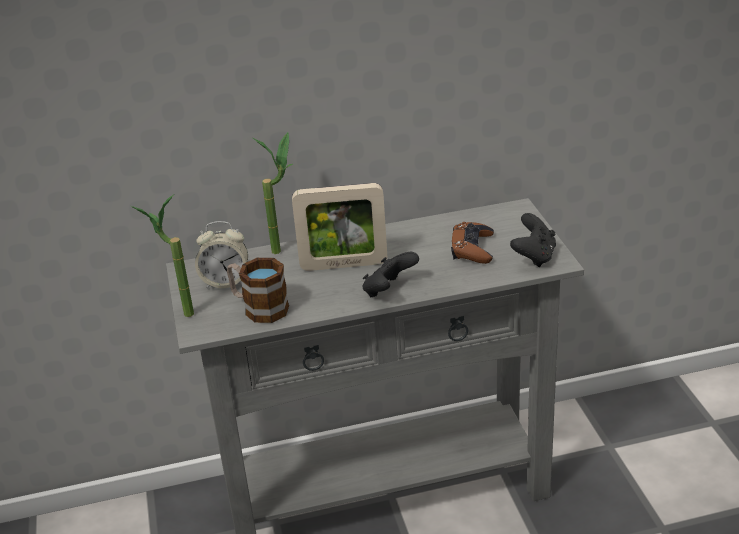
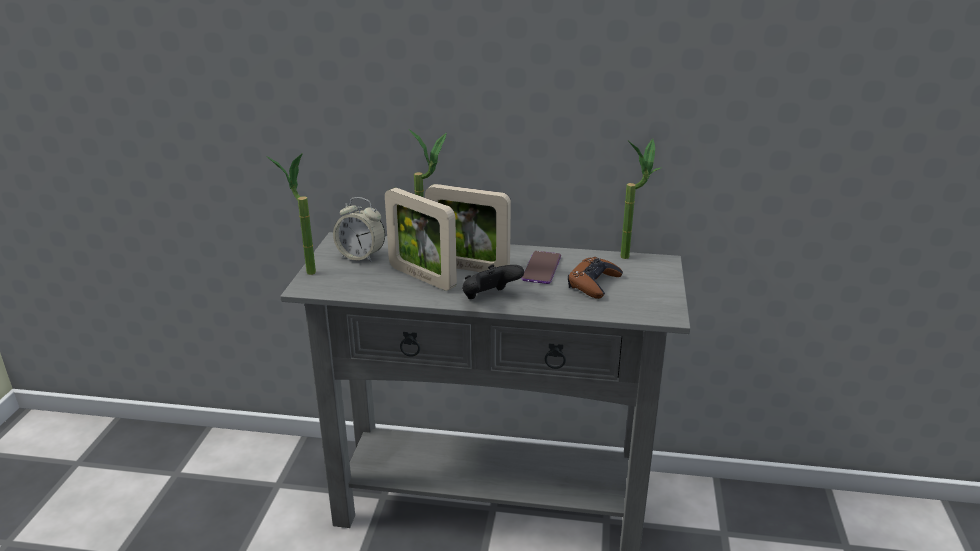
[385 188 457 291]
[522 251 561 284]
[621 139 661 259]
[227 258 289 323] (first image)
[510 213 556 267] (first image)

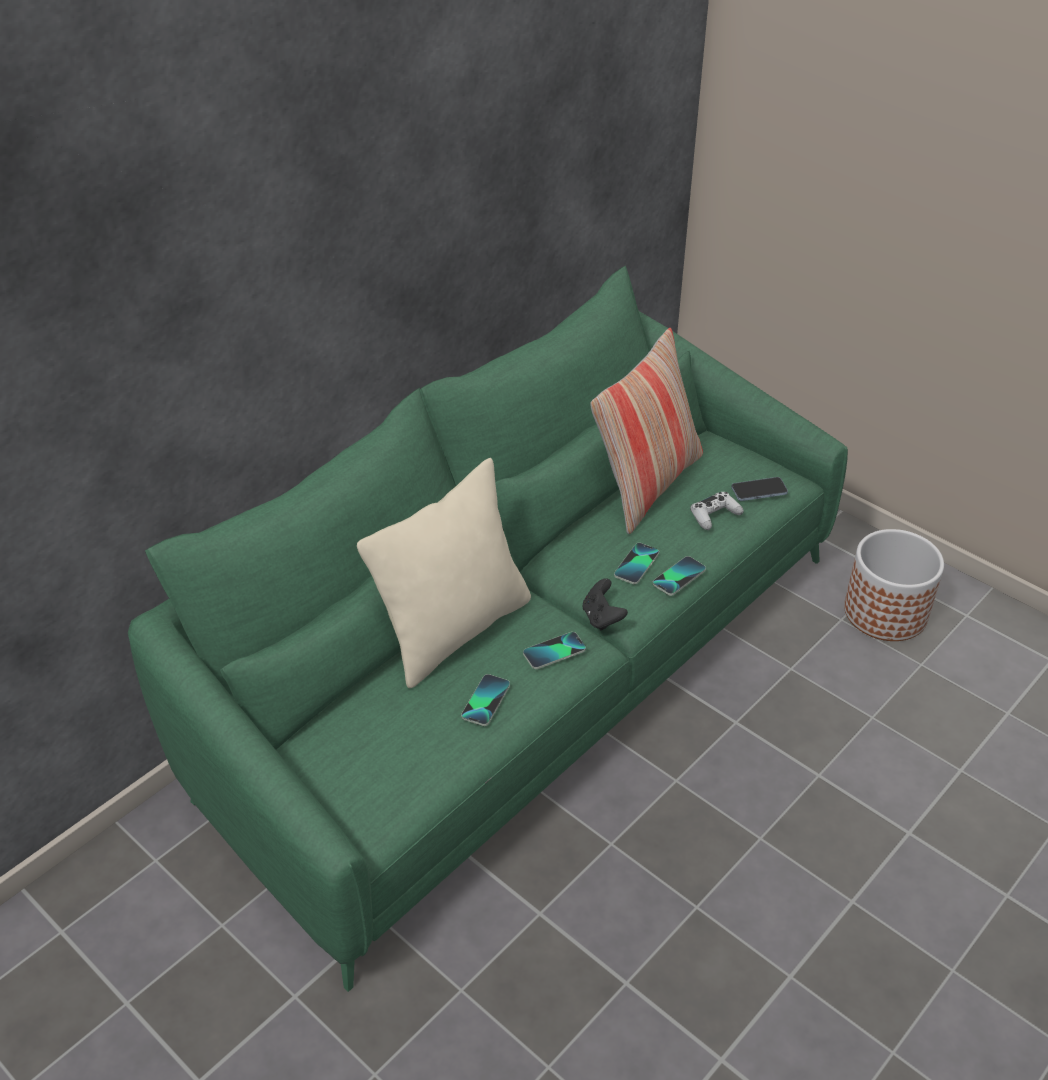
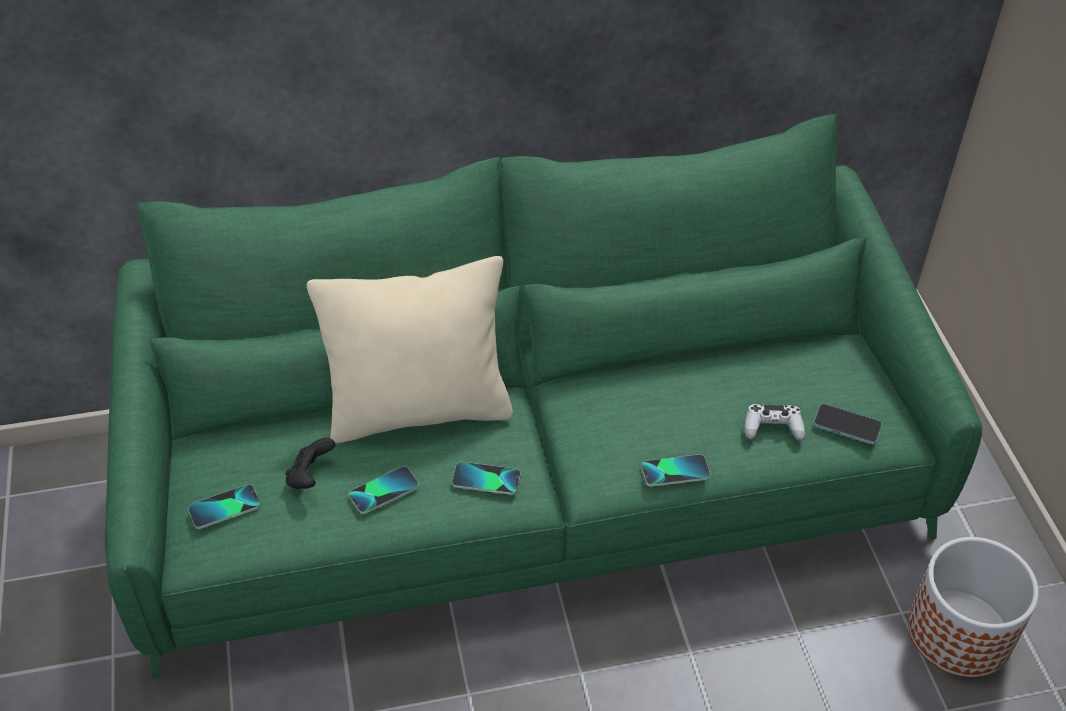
[188 484 260 529]
[285 438 335 489]
[590 328 703 534] (first image)

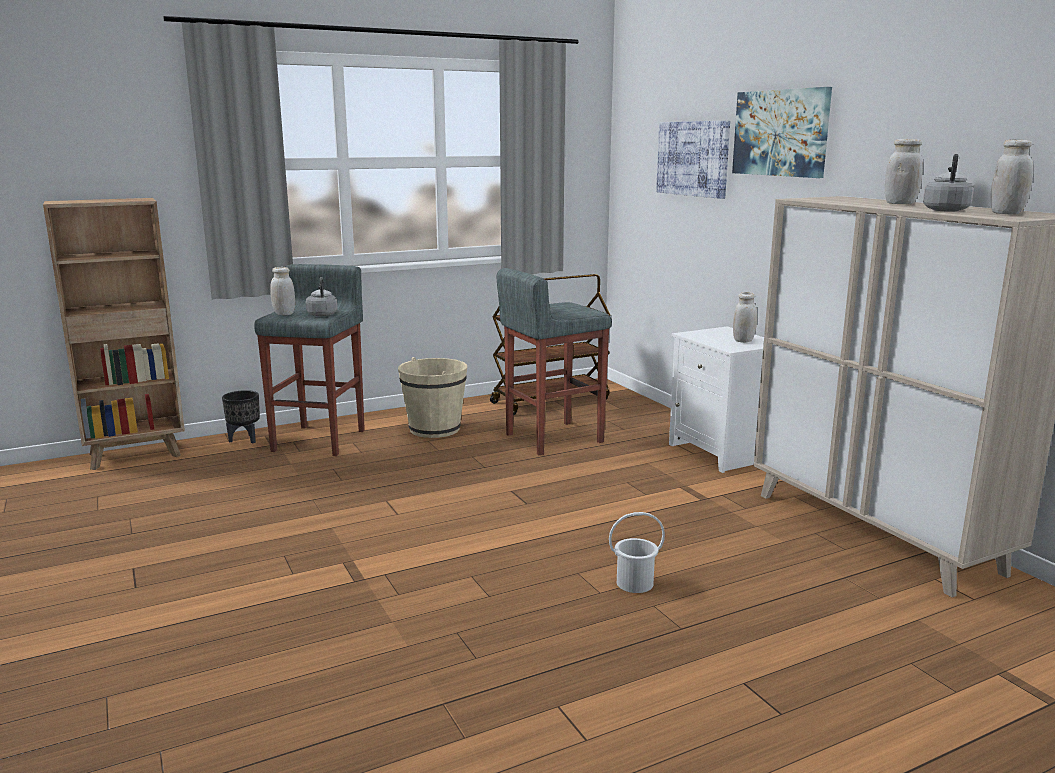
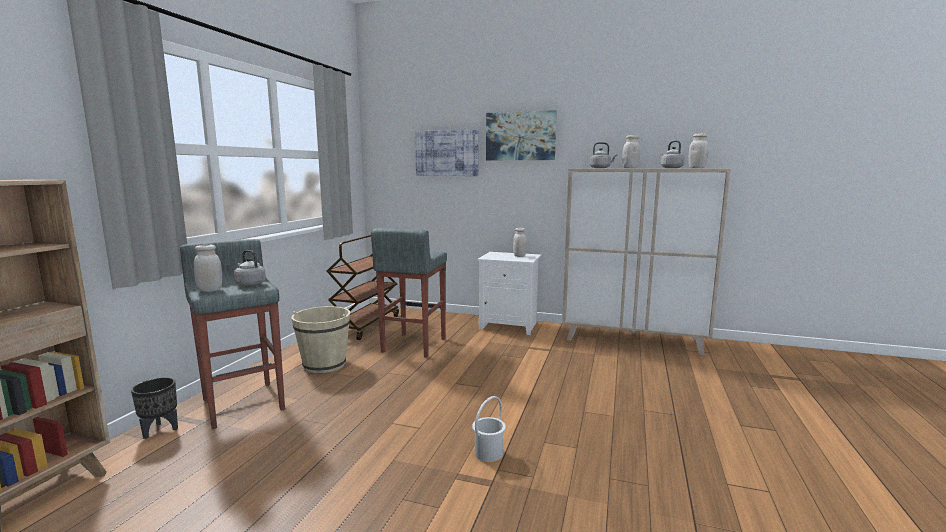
[472 396 506 462]
[590 142 618 168]

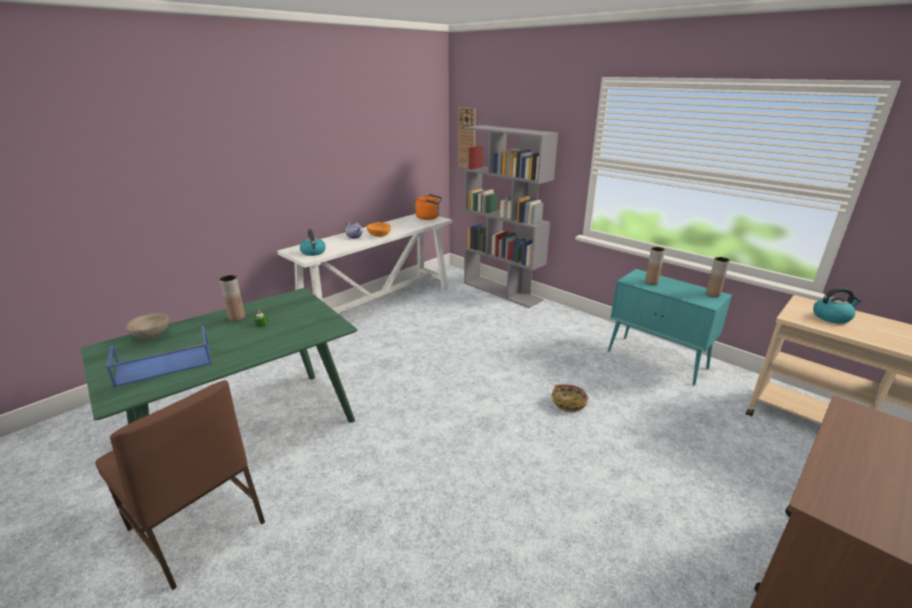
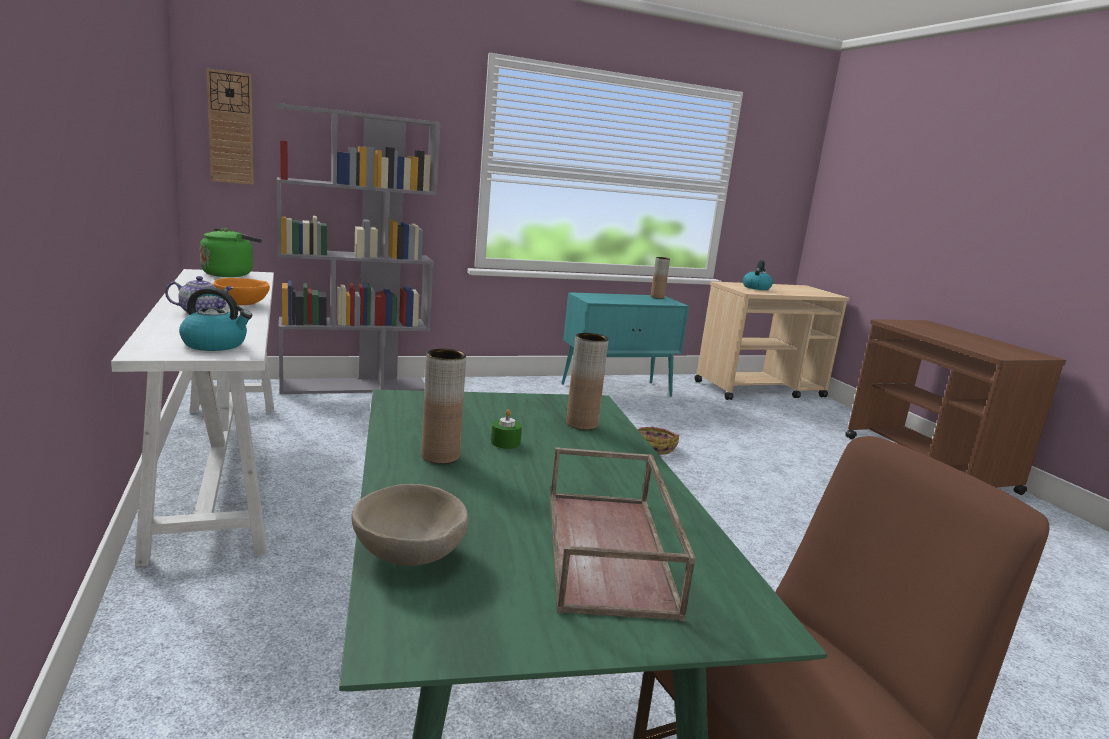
[200 228 262 277]
[550 447 696 621]
[566 333 609 430]

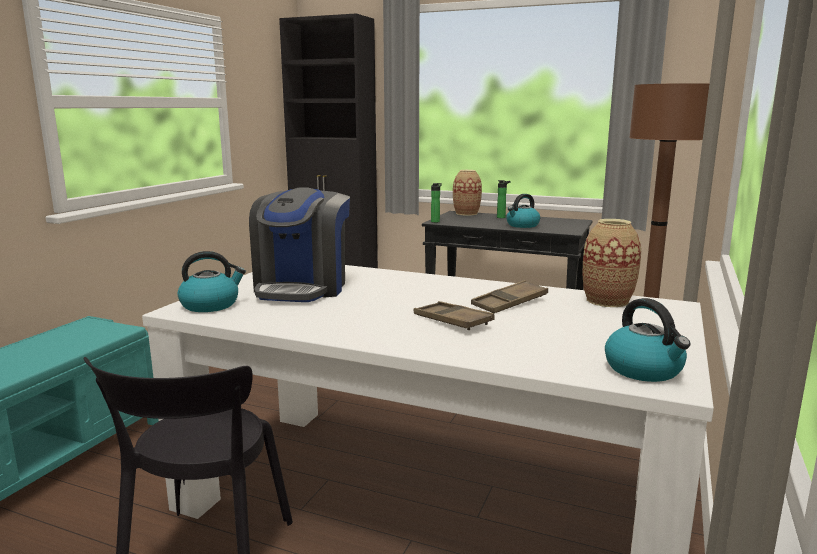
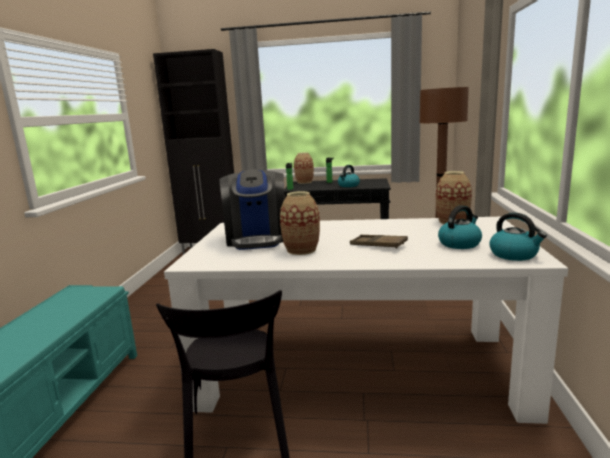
[280 191 320 255]
[438 205 482 249]
[471 280 548 313] (first image)

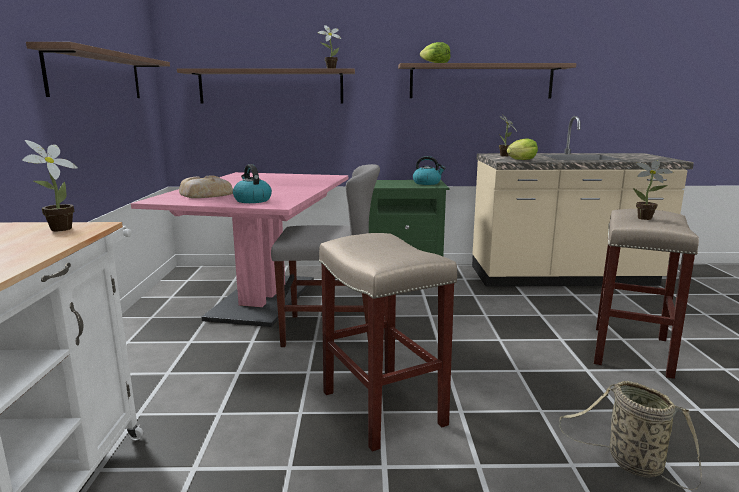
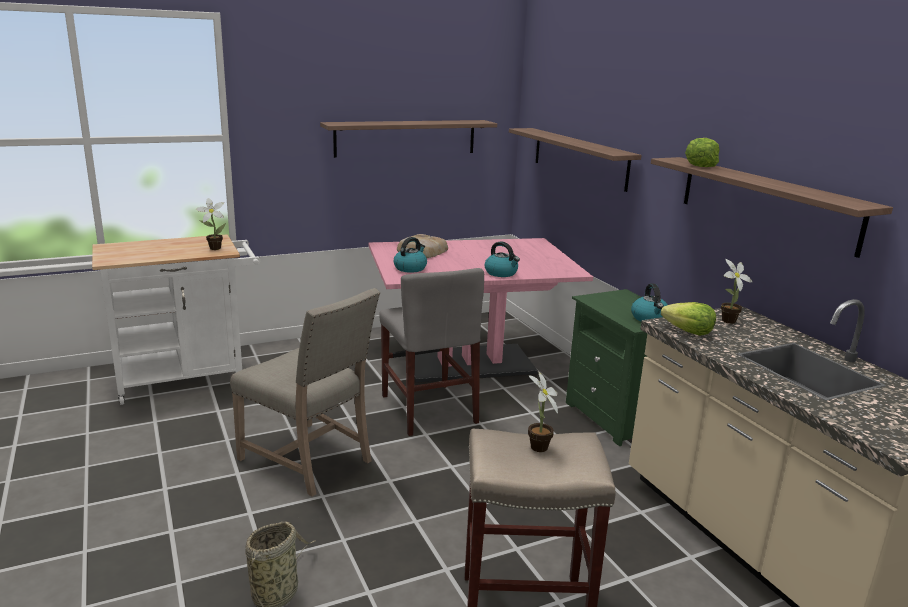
[230 288 380 497]
[485 241 520 277]
[317 25 342 69] (first image)

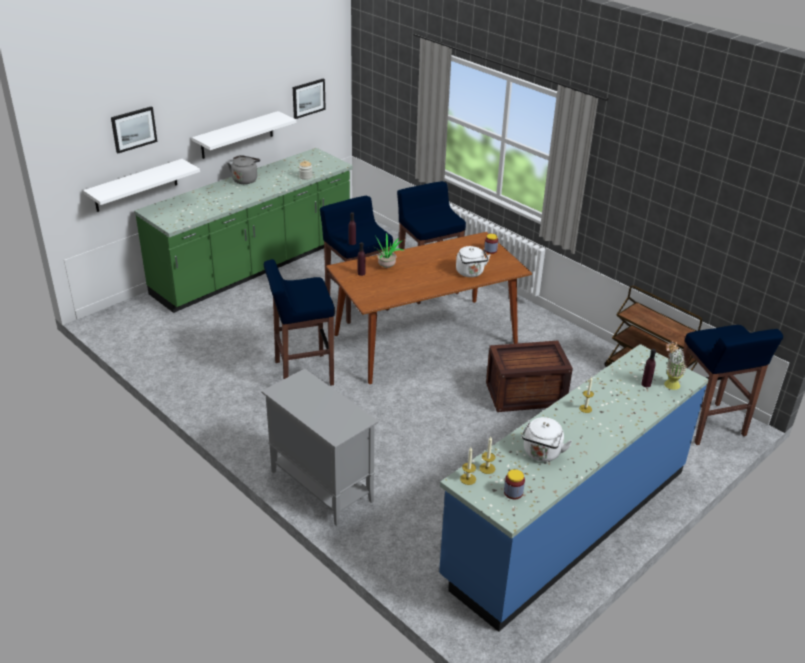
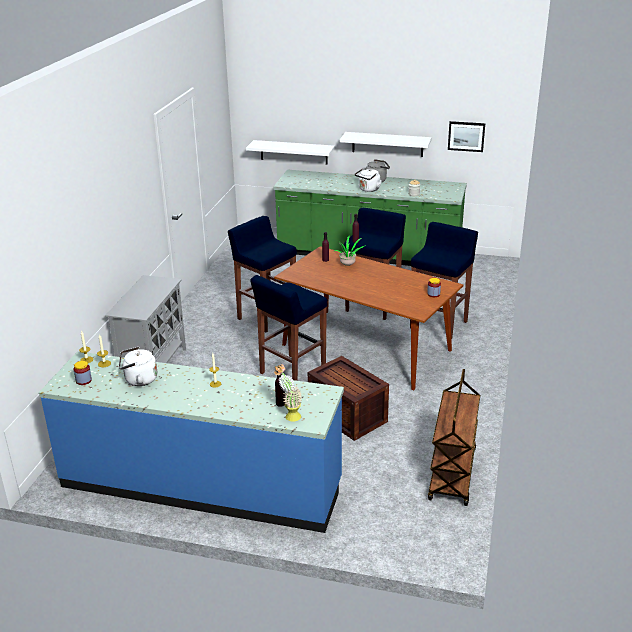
[250 275 328 381]
[355 168 382 192]
[111 107 157 153] (first image)

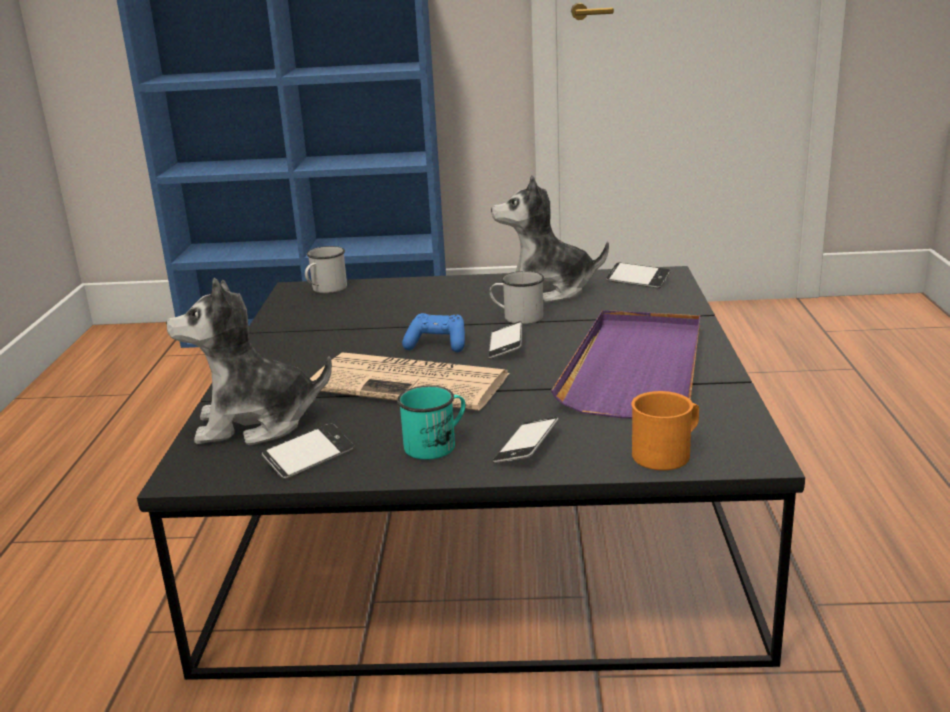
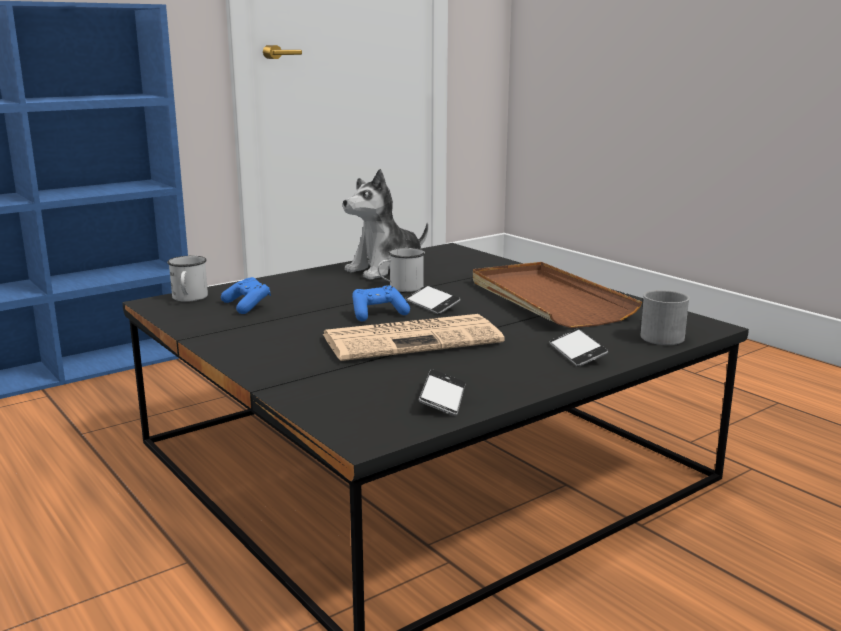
[221 277 271 314]
[473 262 642 328]
[641 290 690 345]
[166 278 332 445] (first image)
[397 385 465 460] (first image)
[606 262 670 288] (first image)

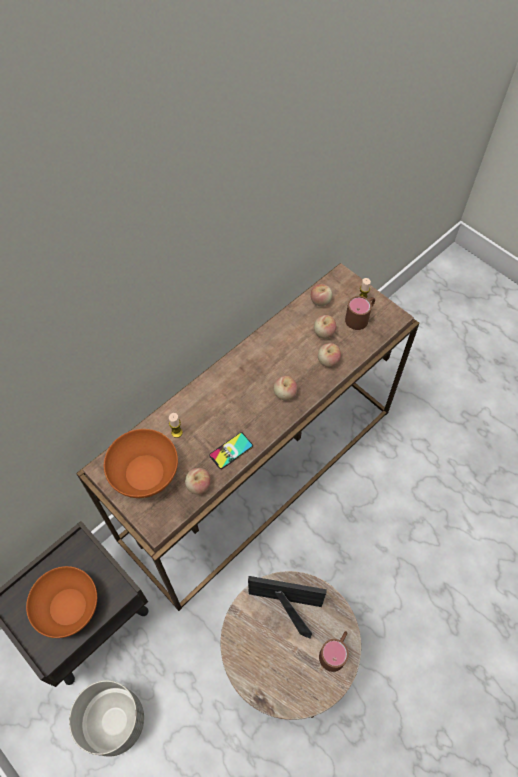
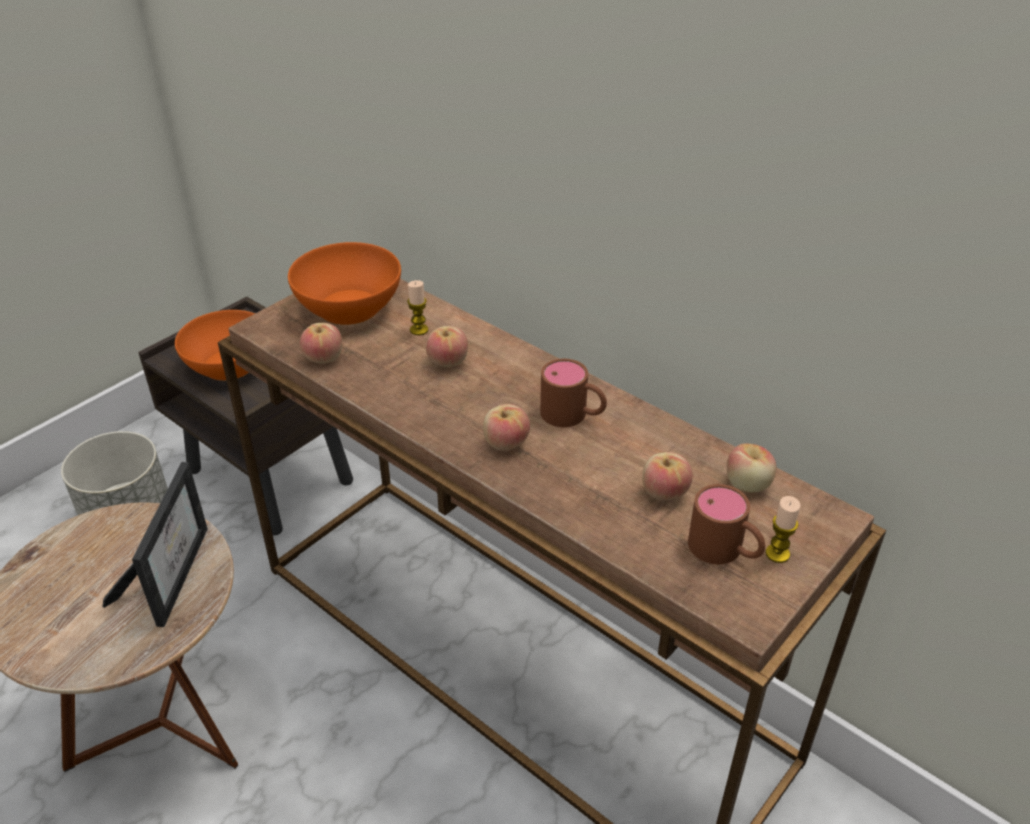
[426 326 468 367]
[540 359 607 427]
[209 432 253 469] (first image)

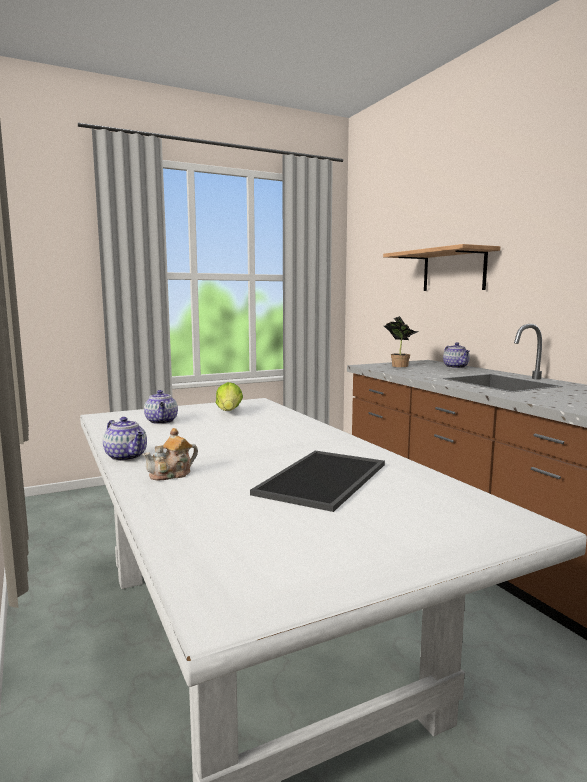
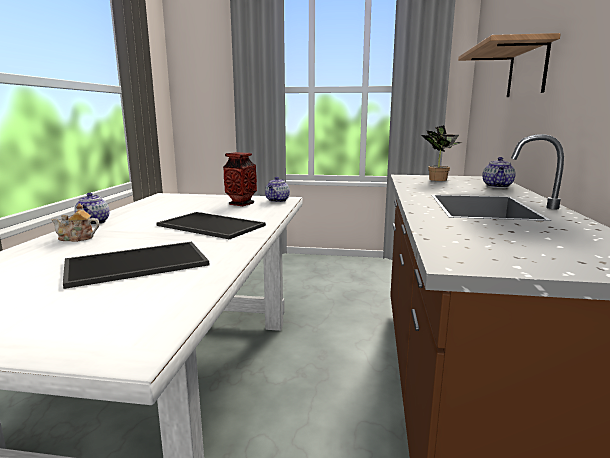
[156 212 266 239]
[223 152 257 206]
[265 177 290 202]

